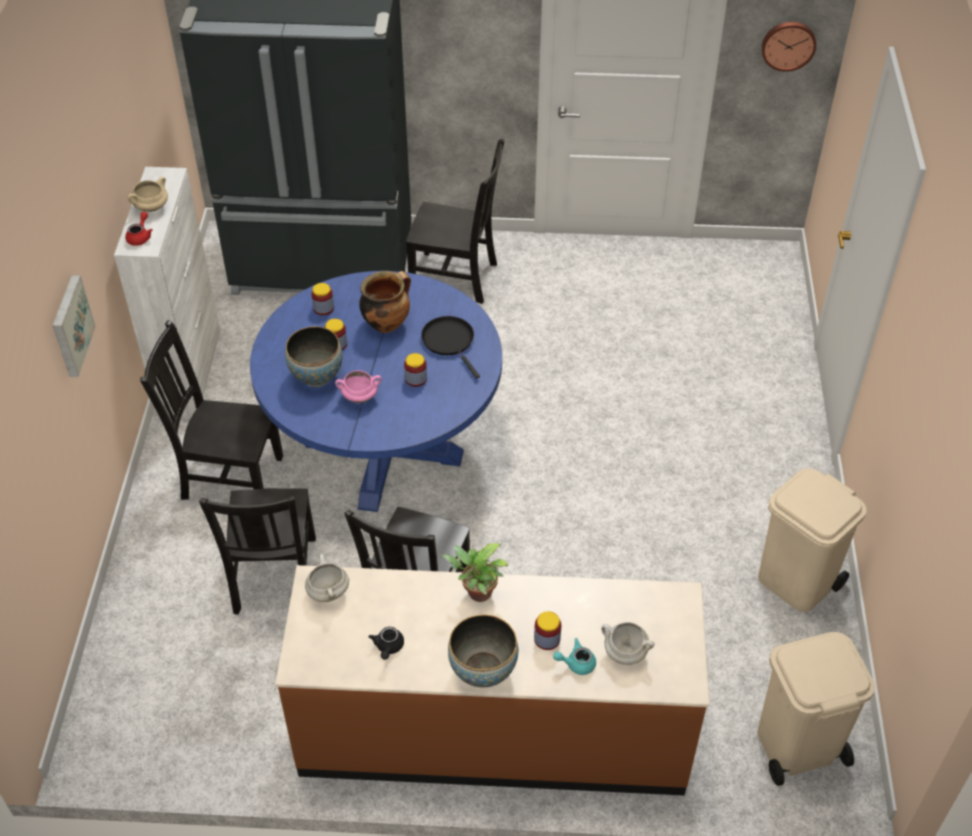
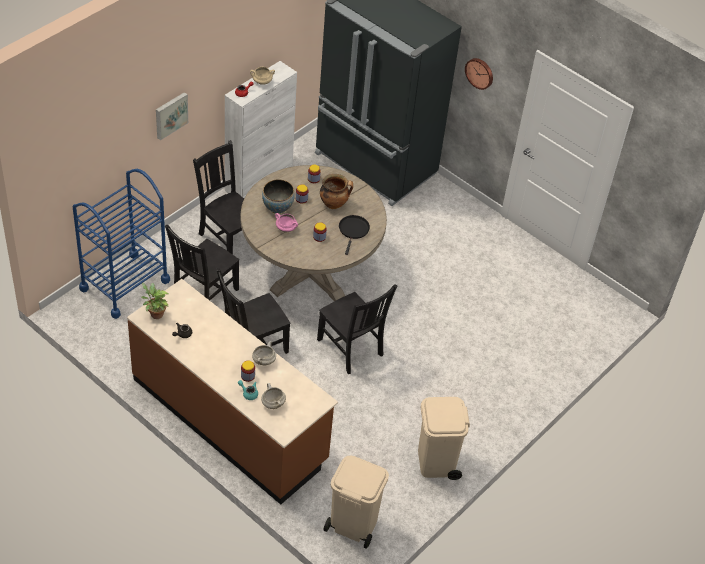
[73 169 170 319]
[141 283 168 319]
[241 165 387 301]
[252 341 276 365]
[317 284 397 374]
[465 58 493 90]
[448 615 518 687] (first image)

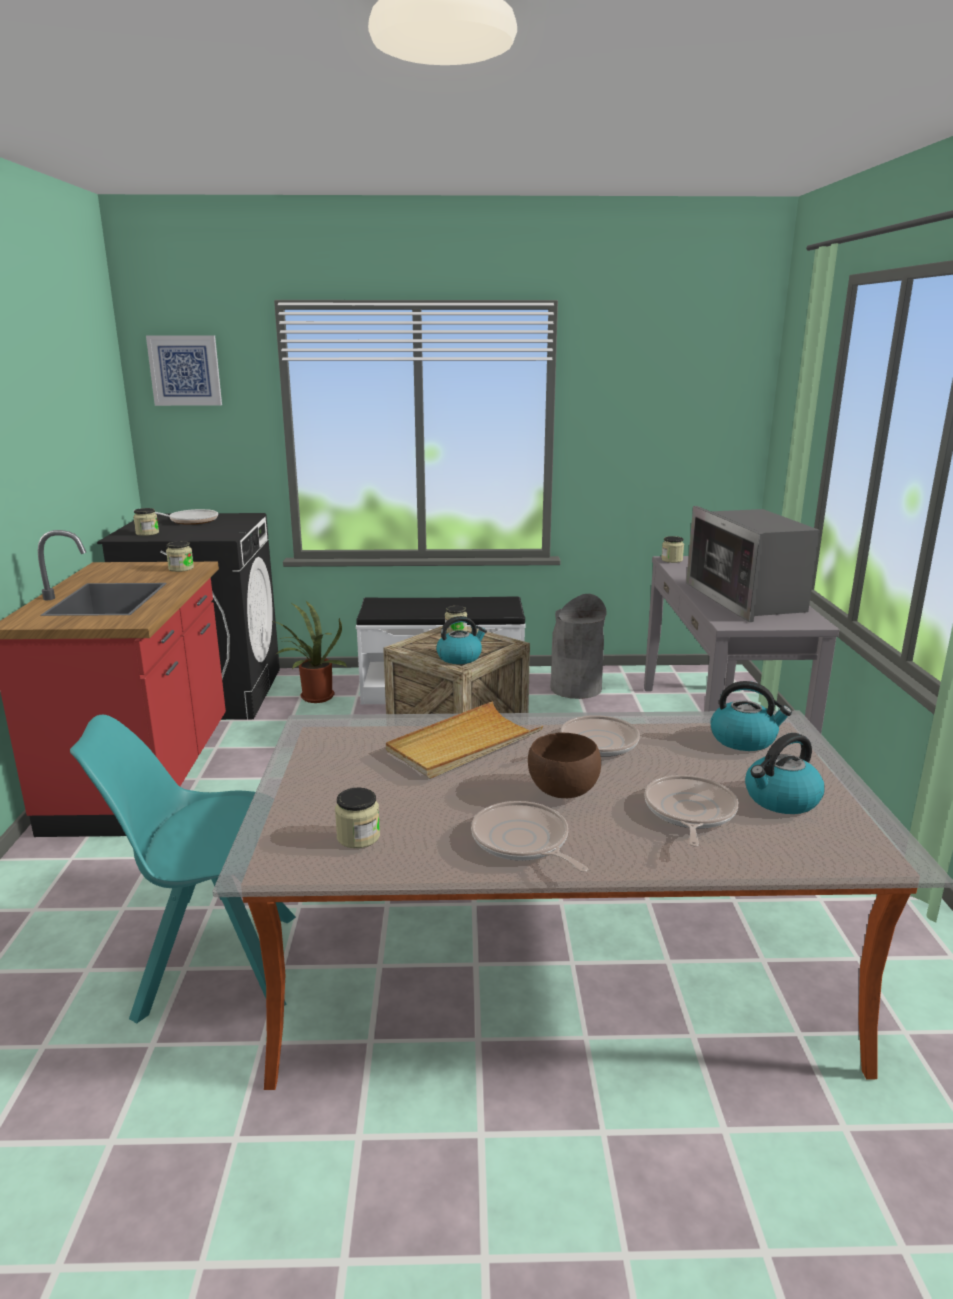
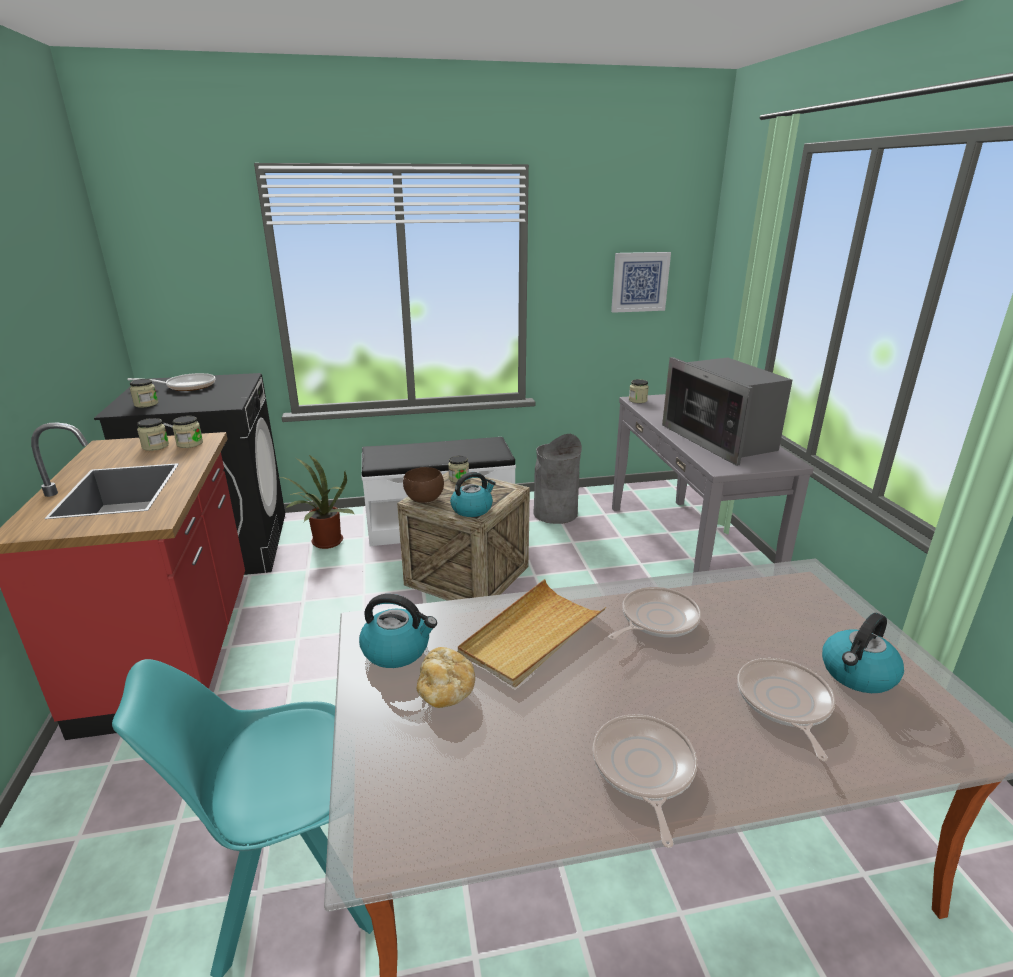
[137 418 169 451]
[359 594 437 668]
[403 467 444 503]
[417 647 475 708]
[593 714 697 848]
[611 252 671 313]

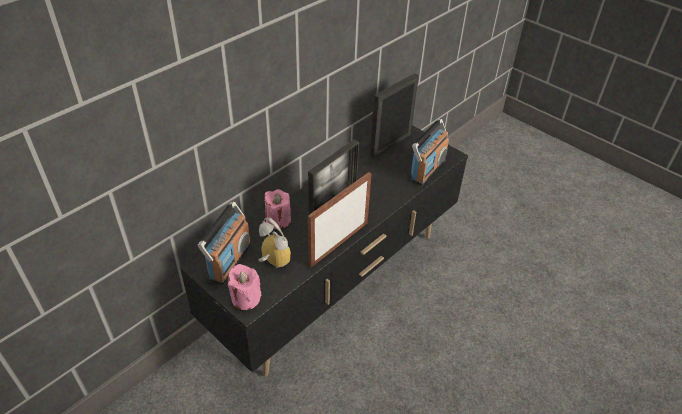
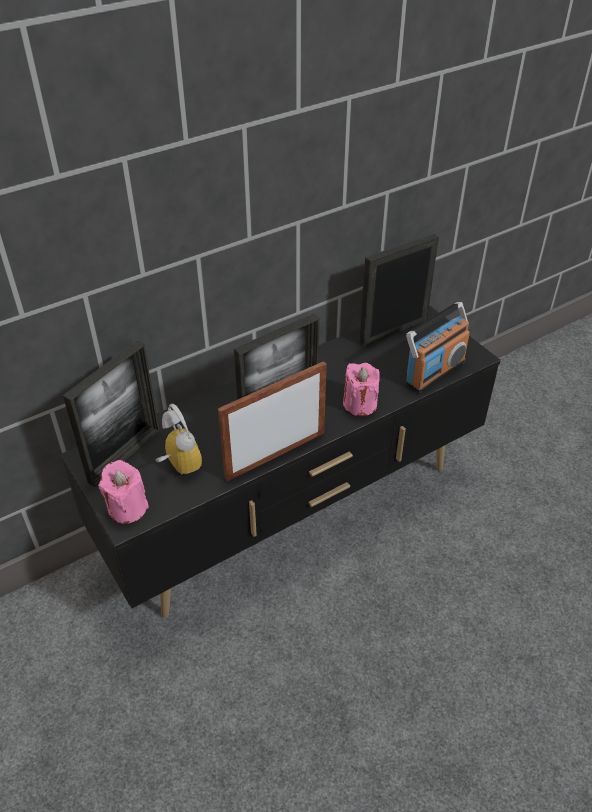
[63 341 160 487]
[343 363 380 416]

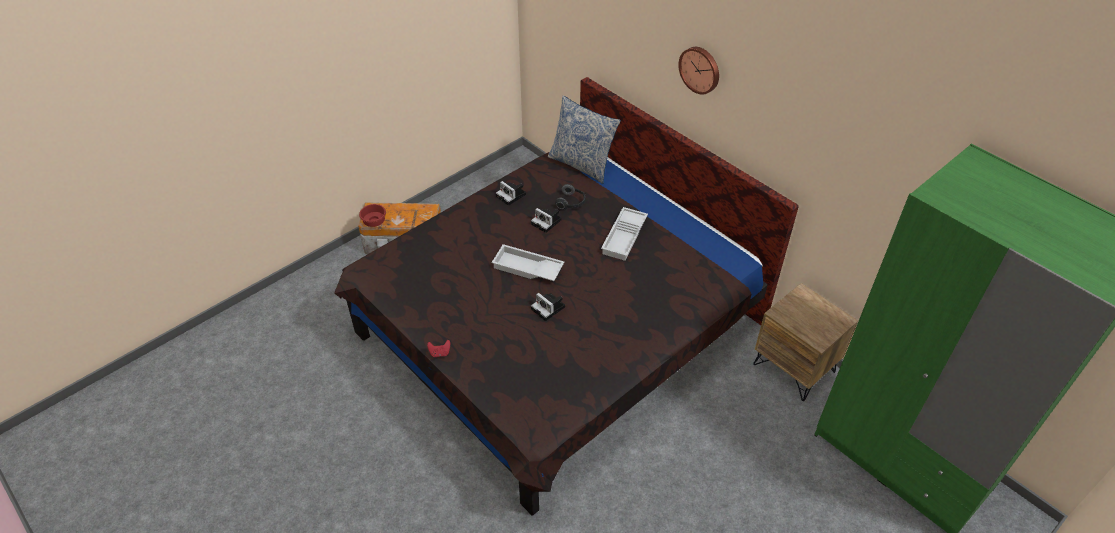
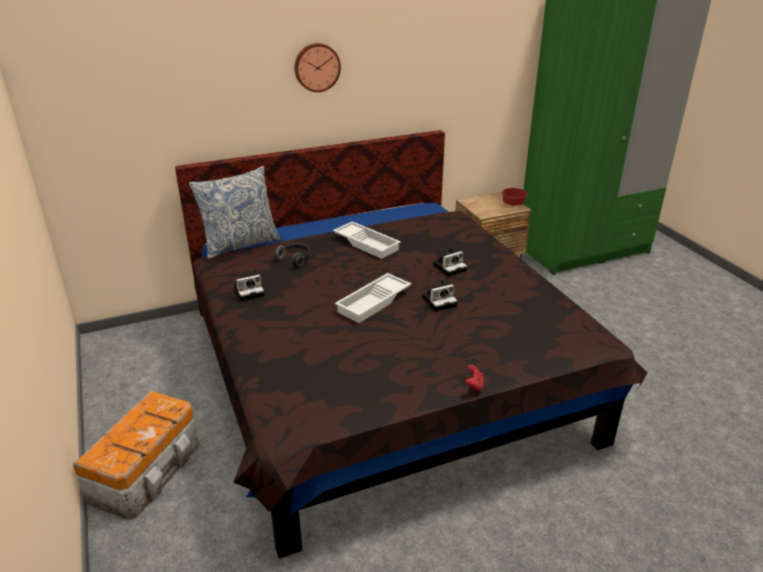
[433 247 467 277]
[502 188 527 206]

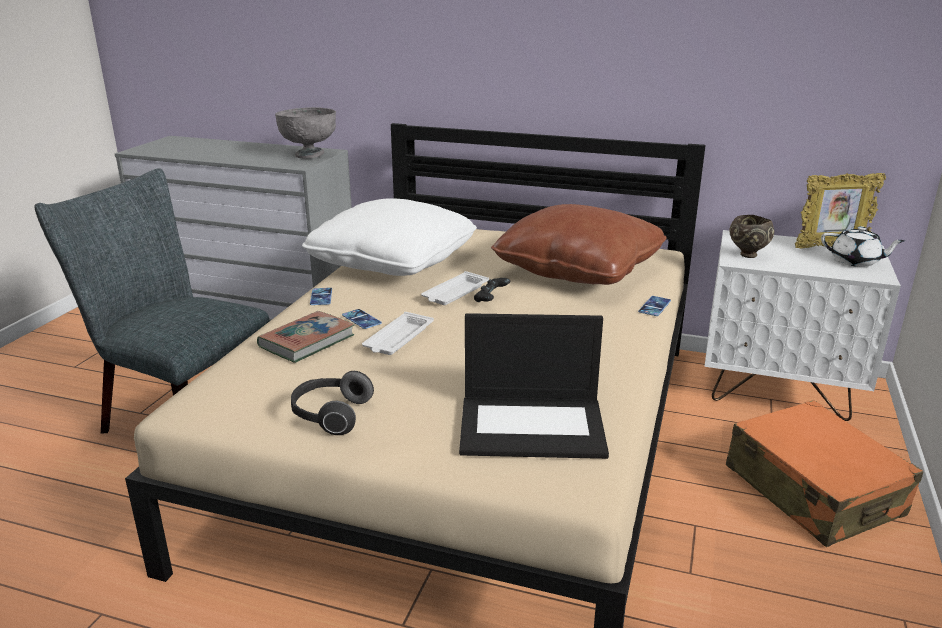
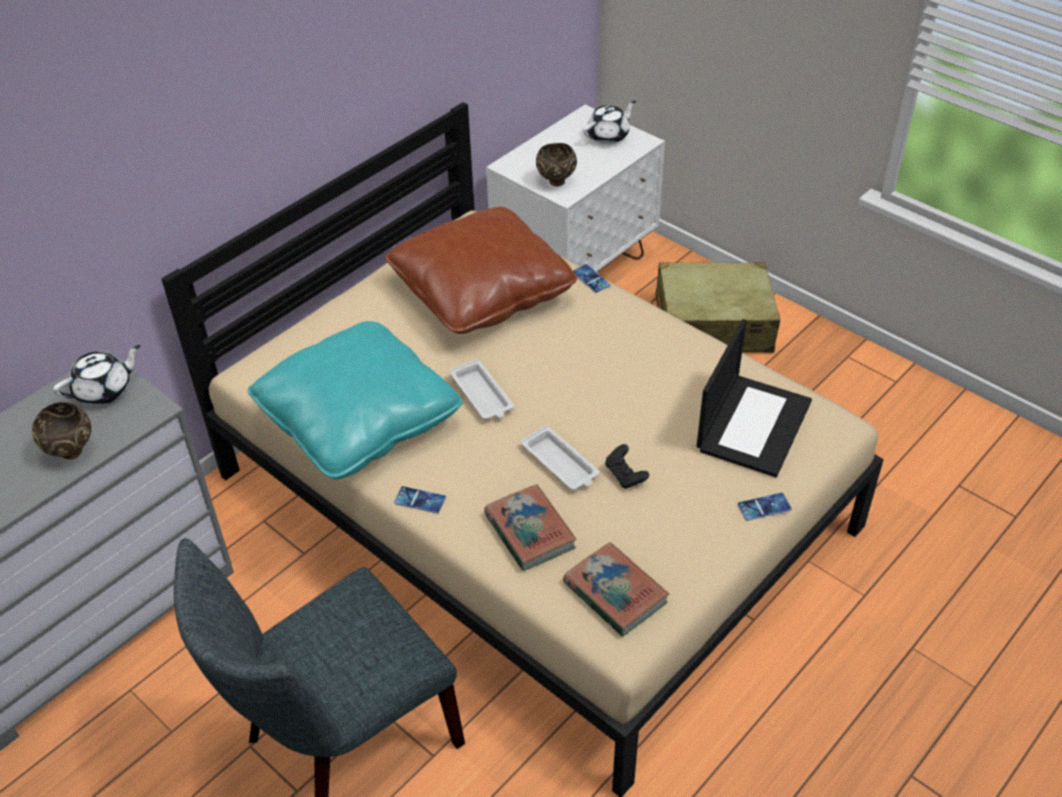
[32 402 91 460]
[53 345 141 406]
[248 321 463 479]
[563 542 669 636]
[605 444 649 489]
[651 262 780 353]
[738 492 792 521]
[291 371 374 435] (first image)
[795 173 886 249] (first image)

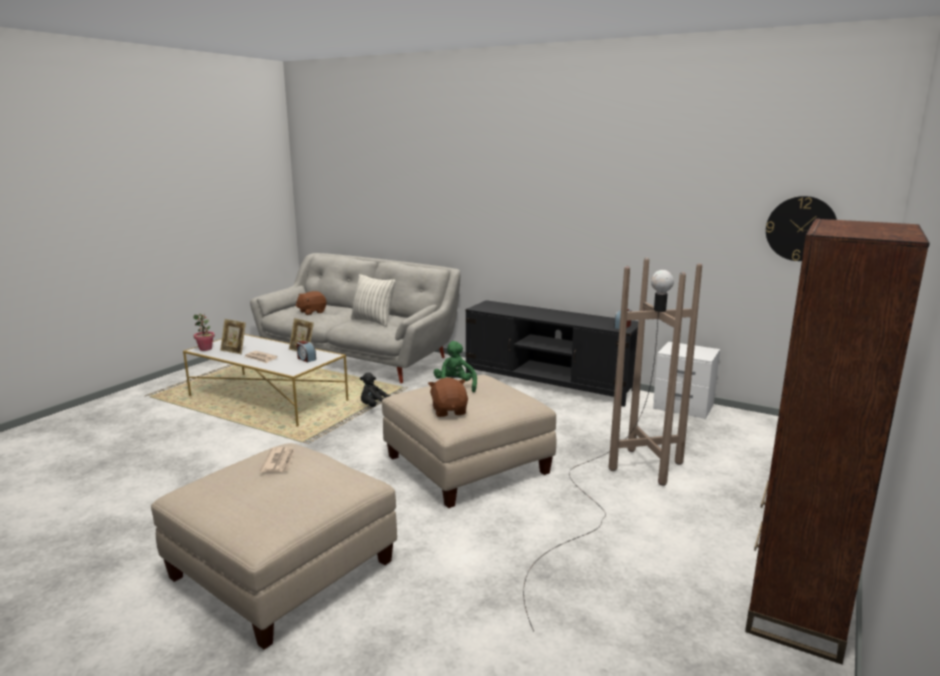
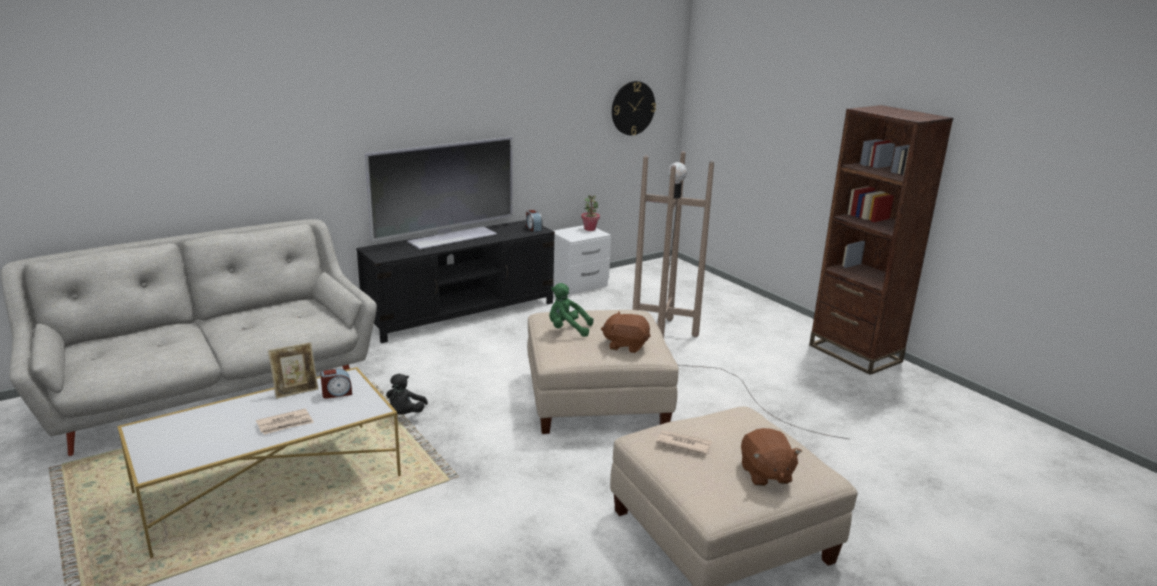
[365 137 512 250]
[581 195 600 231]
[741 428 802 486]
[220 319 246 354] (first image)
[351 274 396 327] (first image)

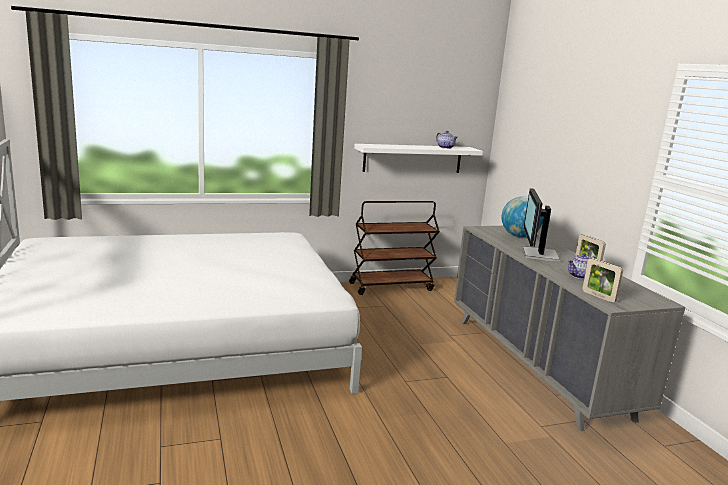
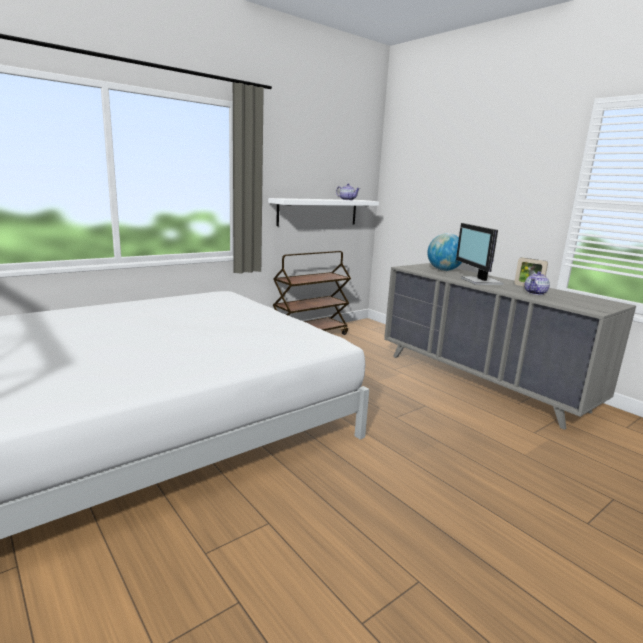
[583 258 623 302] (first image)

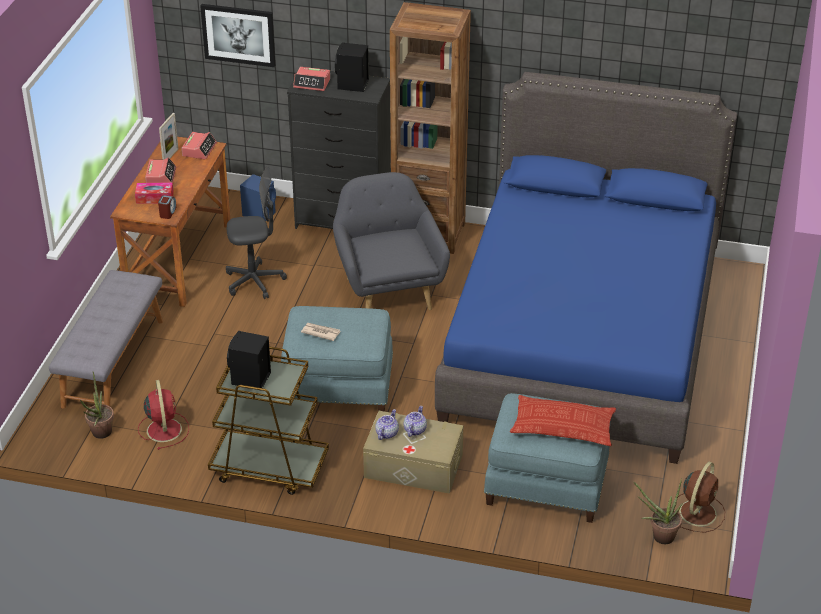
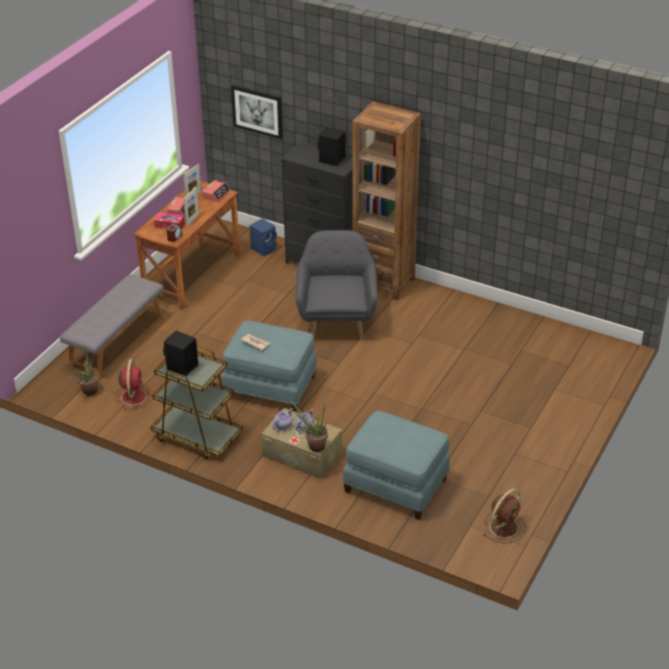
[183 187 199 226]
[288 399 328 452]
[226 166 287 299] (first image)
[293 67 330 91] (first image)
[435 72 737 464] (first image)
[510 395 616 446] (first image)

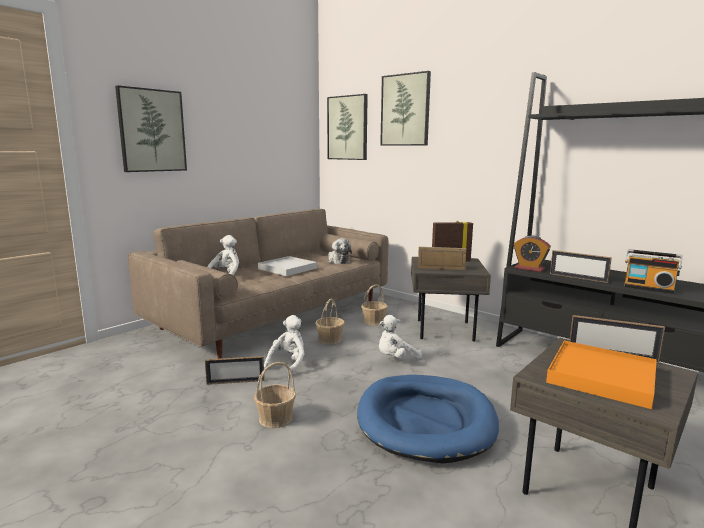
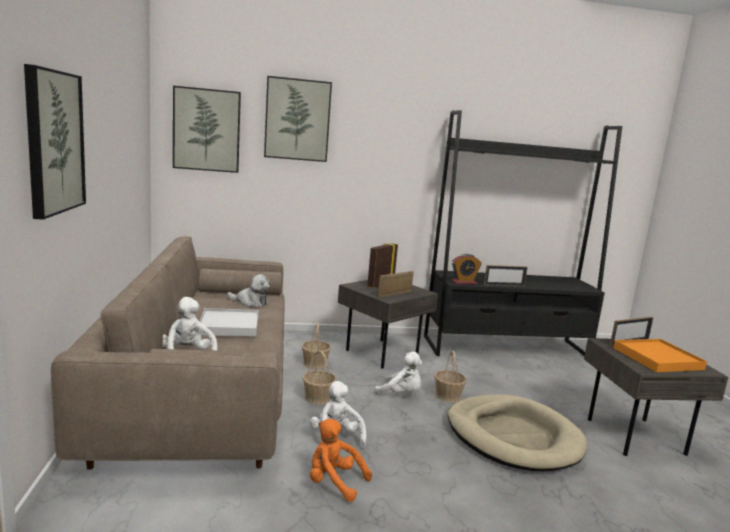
[310 419 372 502]
[375 352 422 395]
[434 351 467 403]
[448 394 588 471]
[624 249 683 294] (first image)

